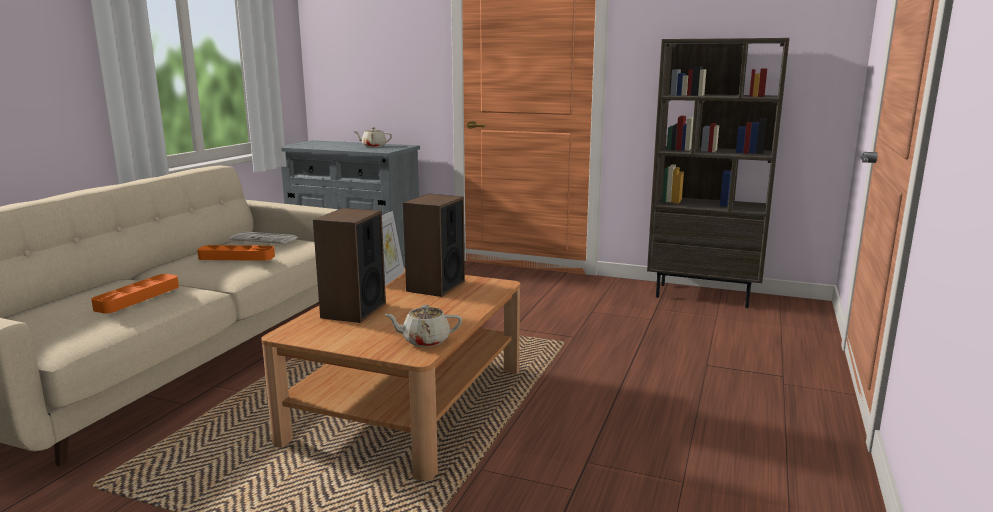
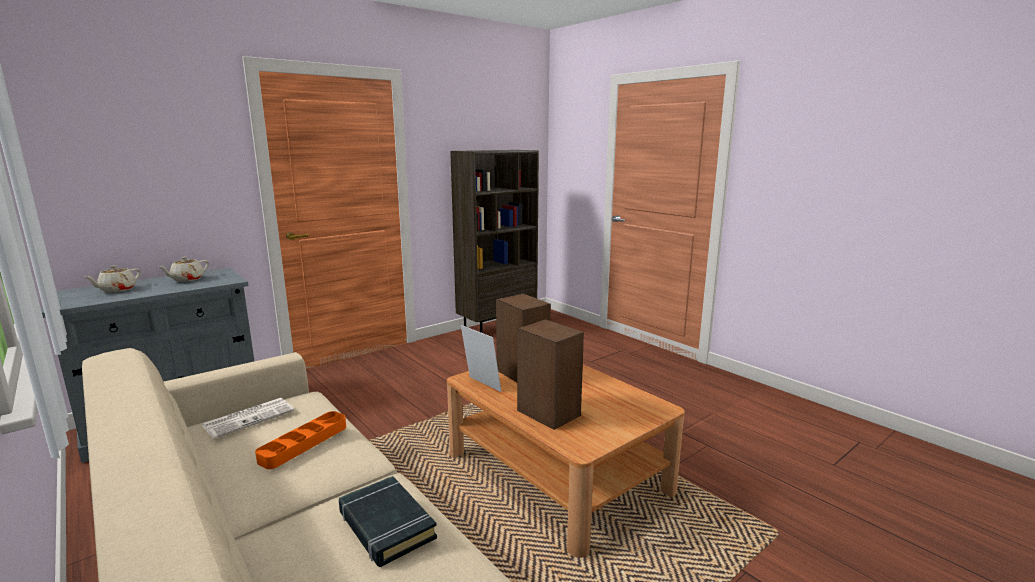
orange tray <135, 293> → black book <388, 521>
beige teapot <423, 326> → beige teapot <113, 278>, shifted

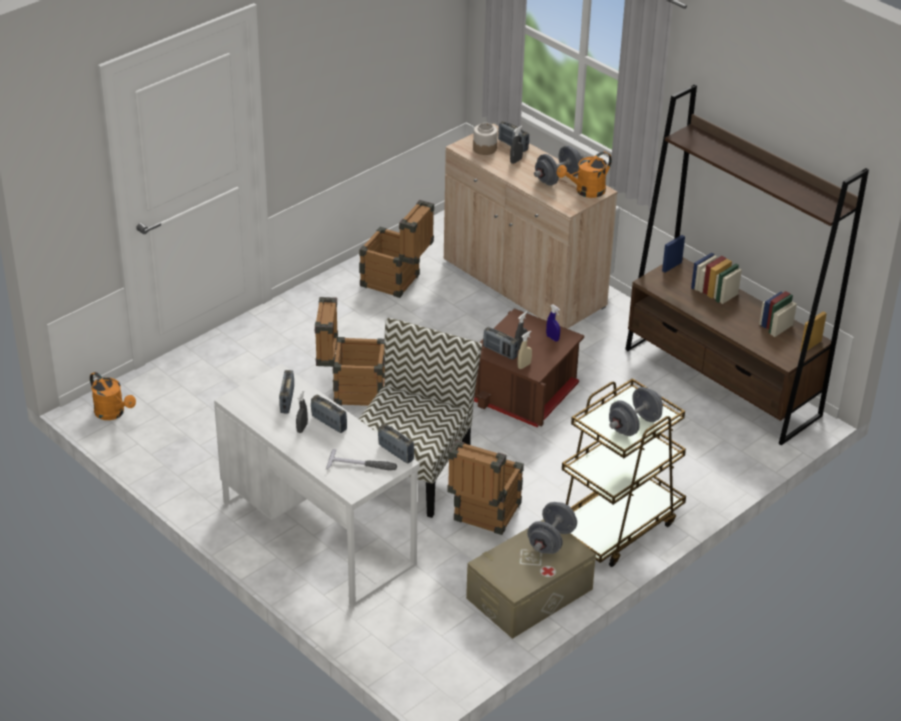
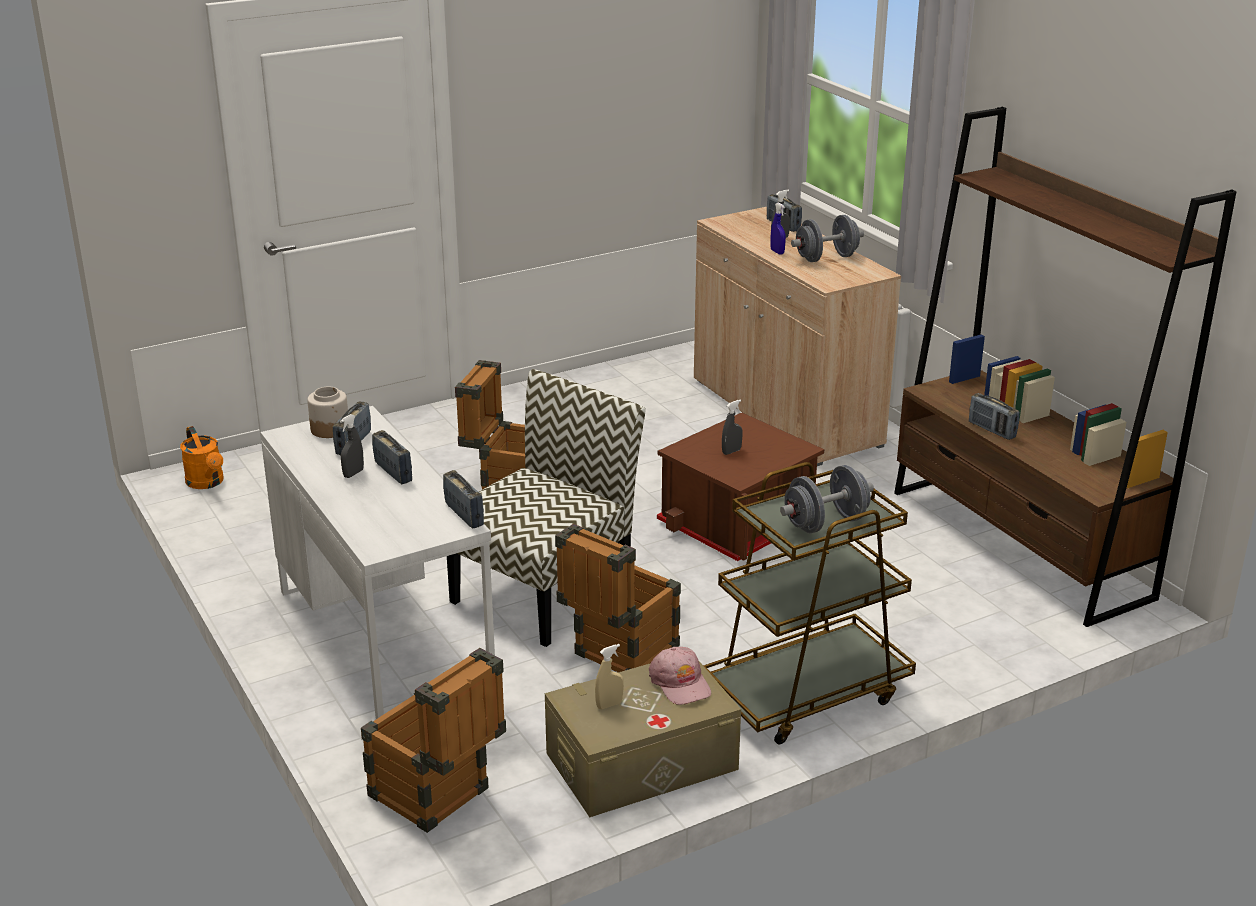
jar <485, 139> → jar <327, 412>, shifted
orange watering can <584, 174> → -
crate <396, 249> → crate <433, 740>, shifted
blue spray bottle <553, 323> → blue spray bottle <778, 228>, shifted
radio <500, 343> → radio <994, 416>, shifted
beige spray bottle <525, 350> → beige spray bottle <609, 676>, shifted
hammer <361, 459> → -
grey dumbbell <552, 528> → pink cap <680, 676>

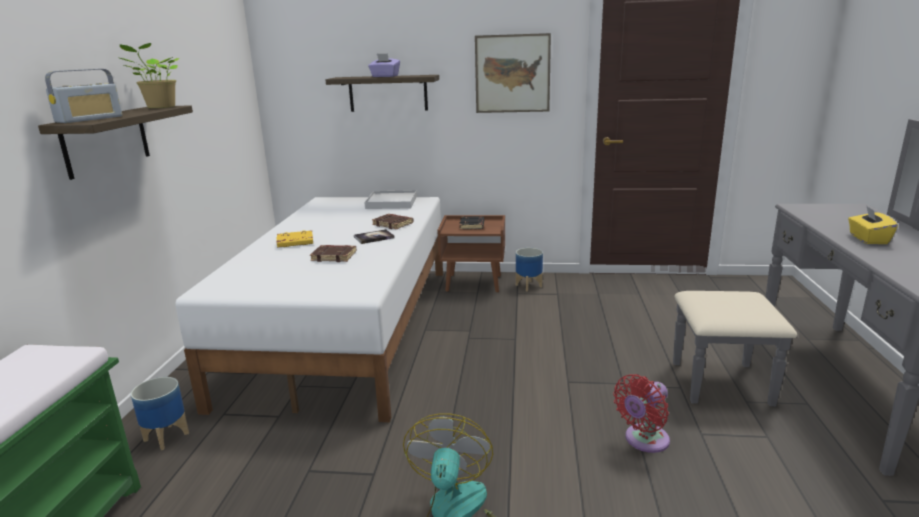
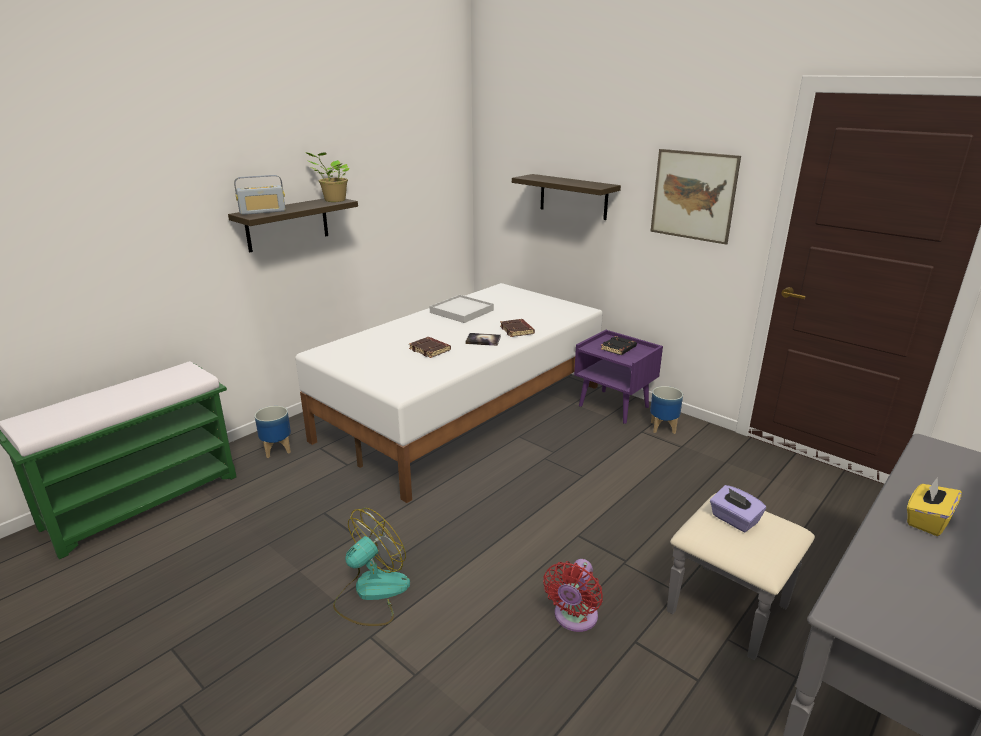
purple tissue box <384, 65> → purple tissue box <738, 508>, shifted
white tray <390, 199> → white tray <461, 309>, shifted
brown nightstand <471, 253> → purple nightstand <618, 377>
yellow book <295, 239> → -
red fan <641, 413> → red fan <573, 595>, 60 degrees counterclockwise

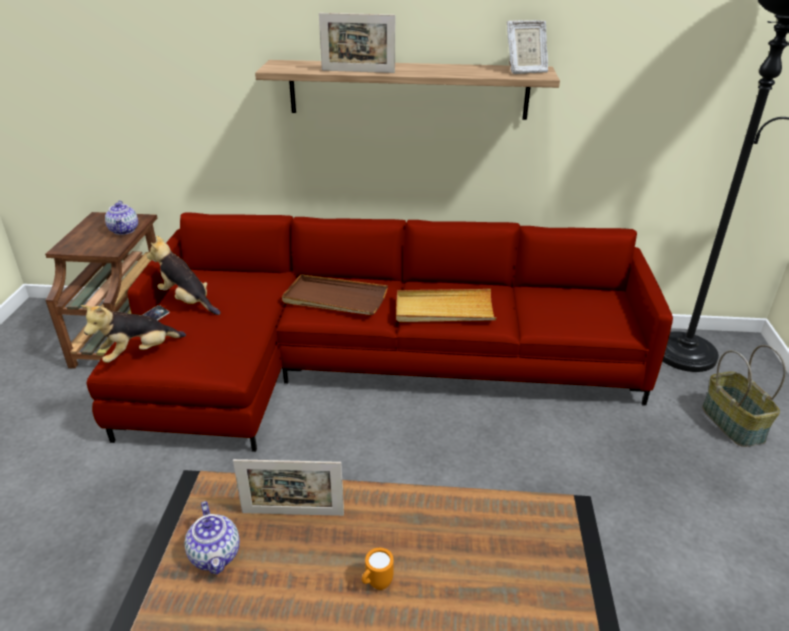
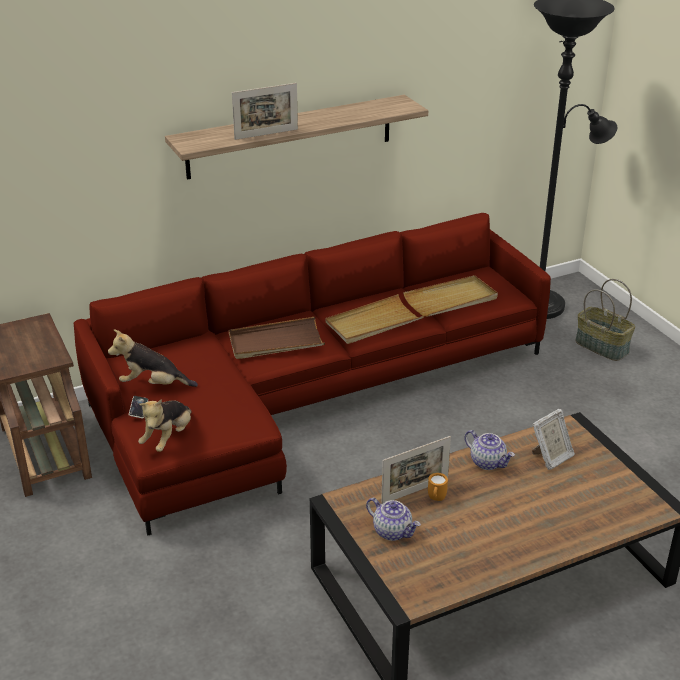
picture frame <527, 47> → picture frame <553, 439>, shifted
teapot <121, 218> → teapot <489, 450>, shifted
orange mug <378, 569> → orange mug <438, 487>, shifted
- → beige tray <450, 296>

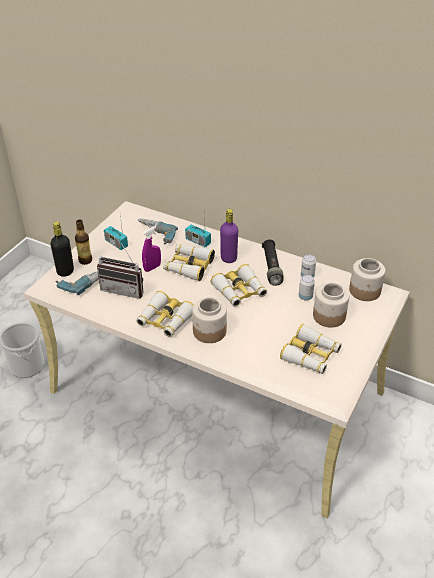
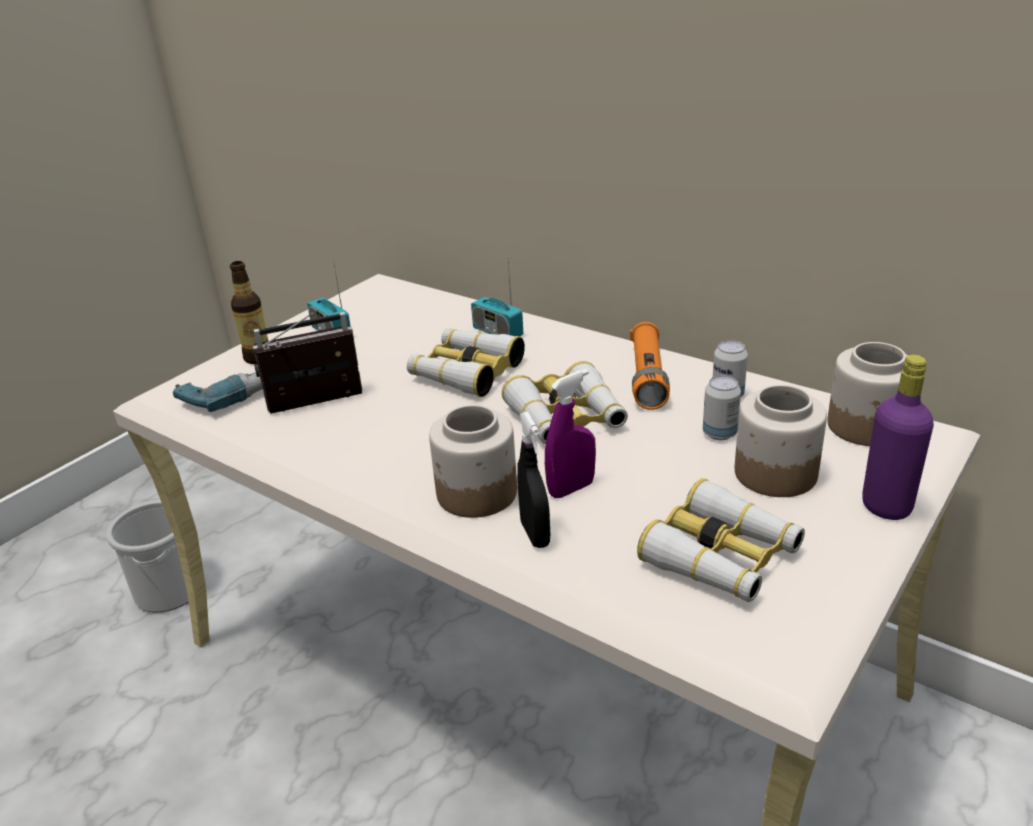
purple bottle <229, 236> → purple bottle <898, 437>, shifted
power drill <158, 231> → -
black bottle <62, 249> → -
purple spray bottle <151, 249> → purple spray bottle <570, 433>, shifted
black flashlight <273, 262> → orange flashlight <650, 366>
radio <120, 270> → radio <307, 363>, 135 degrees clockwise
binoculars <165, 314> → -
- → black spray bottle <533, 480>

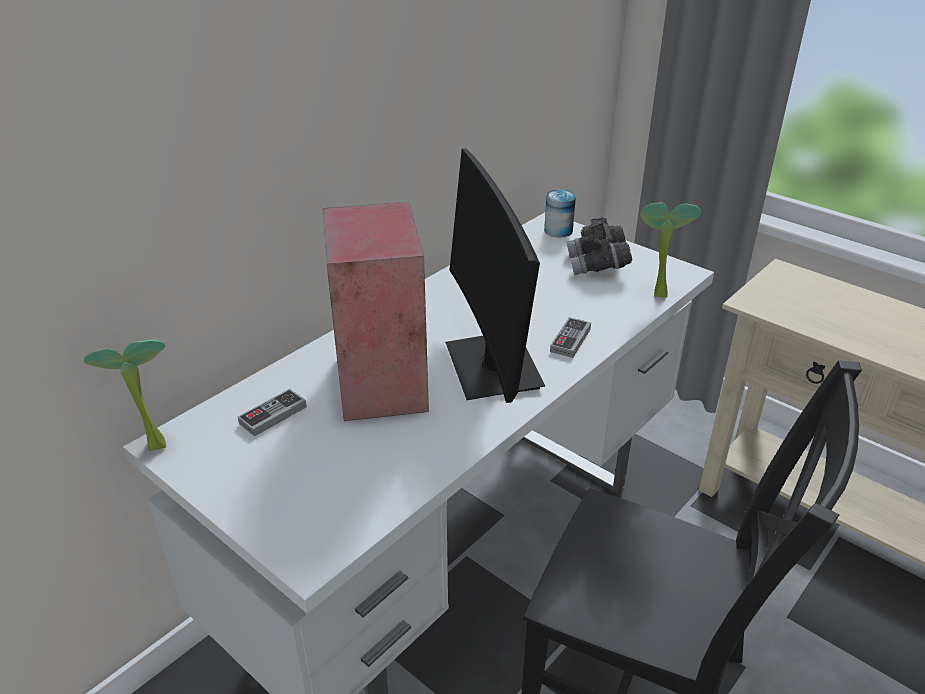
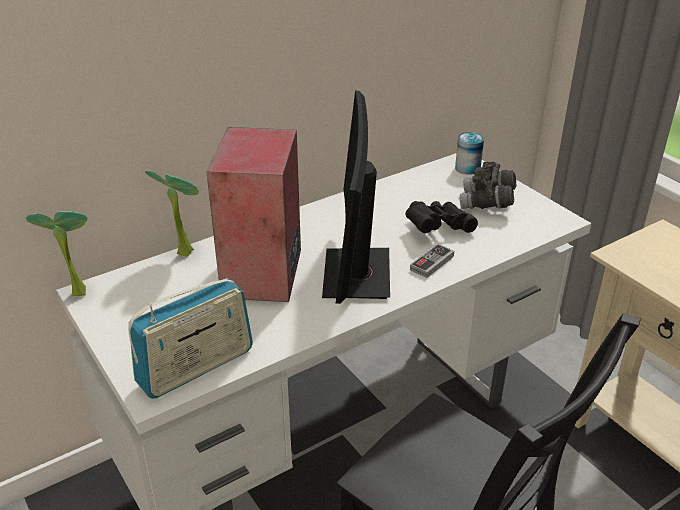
potted plant <670, 250> → potted plant <172, 213>, shifted
game controller <272, 412> → -
- → black binoculars <441, 217>
- → radio <191, 338>

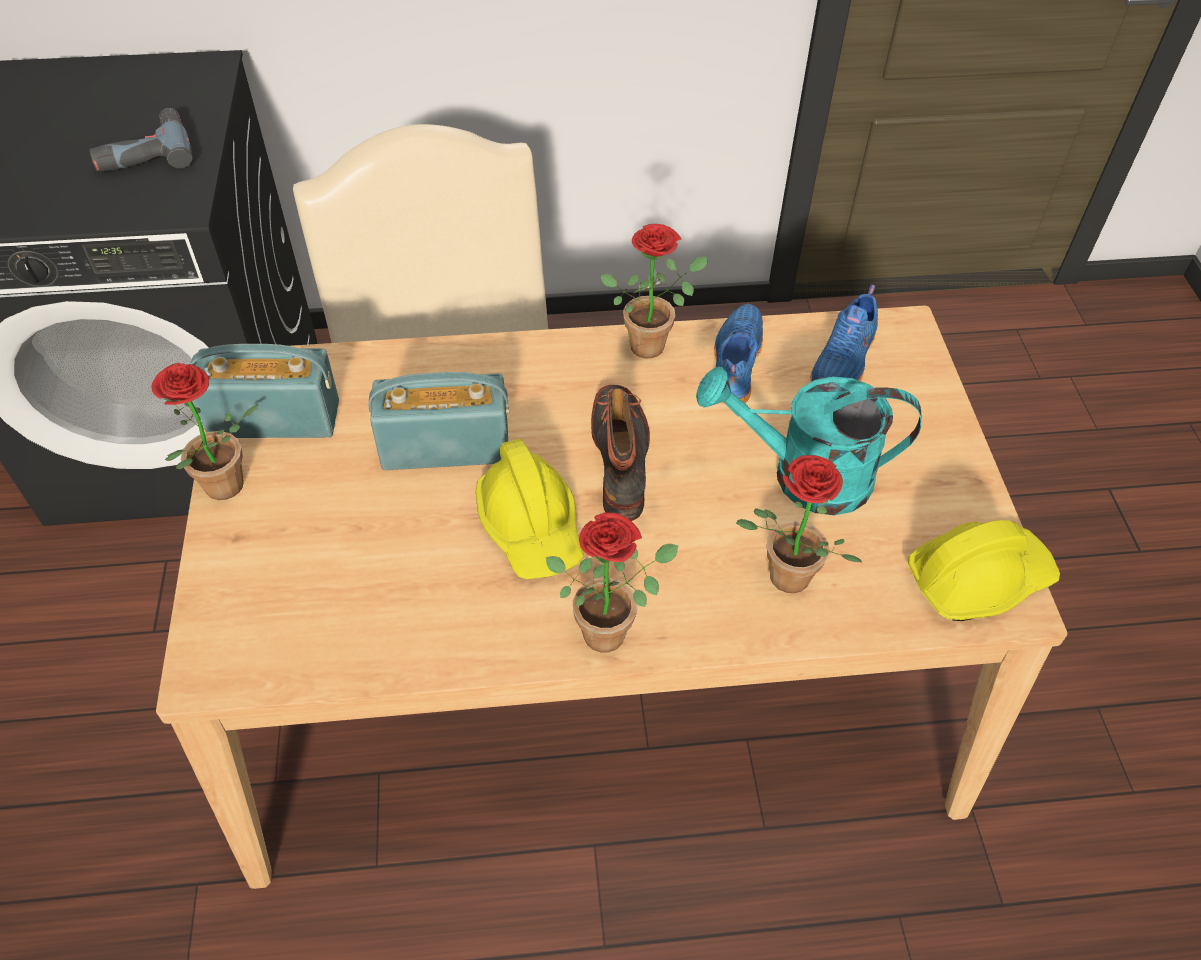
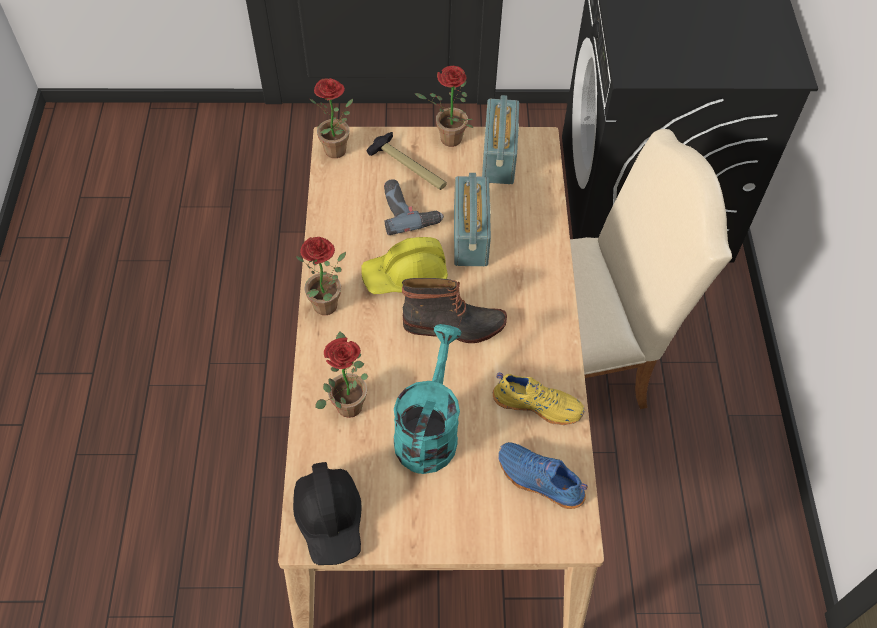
power drill <141, 140> → power drill <414, 207>, shifted
potted plant <654, 291> → potted plant <331, 118>, shifted
blue shoe <738, 354> → yellow shoe <539, 399>
yellow hard hat <984, 570> → black hard hat <327, 513>
- → hammer <407, 161>

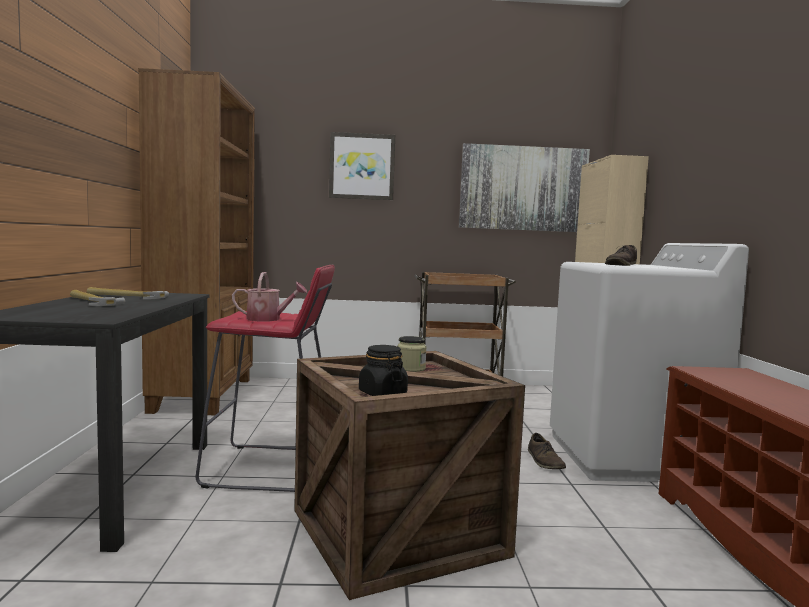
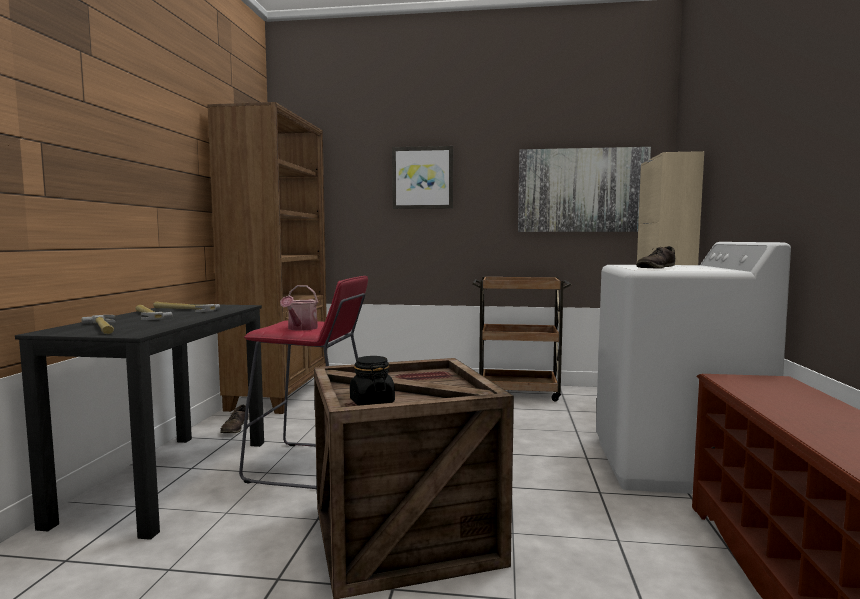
watering can <269, 296> → watering can <299, 308>, 90 degrees clockwise
jar <412, 354> → -
brown shoe <547, 451> → brown shoe <234, 419>, shifted
- → hammer <98, 324>

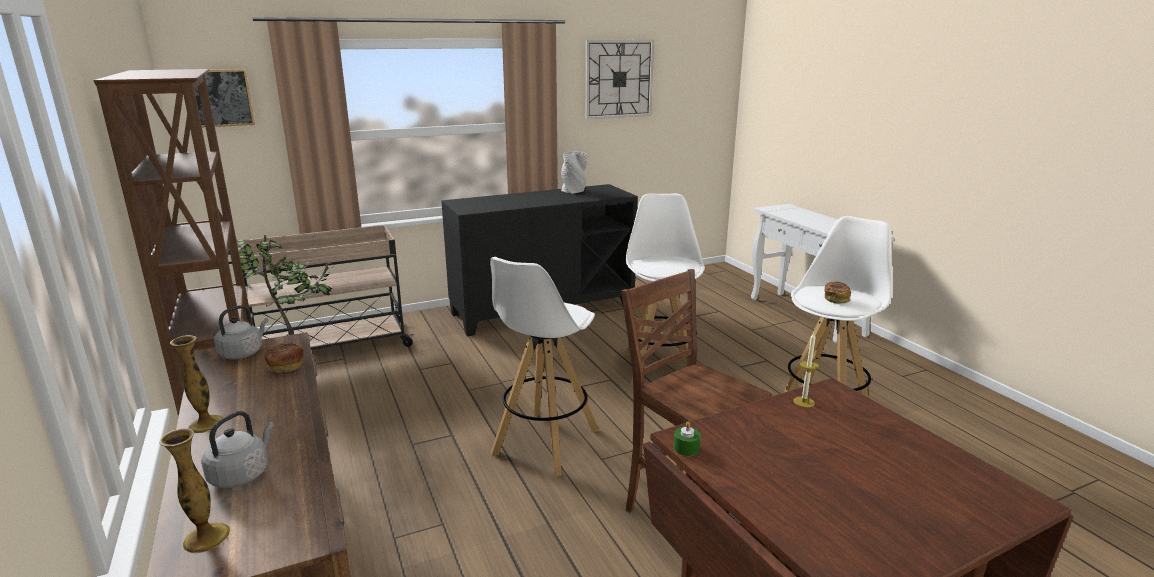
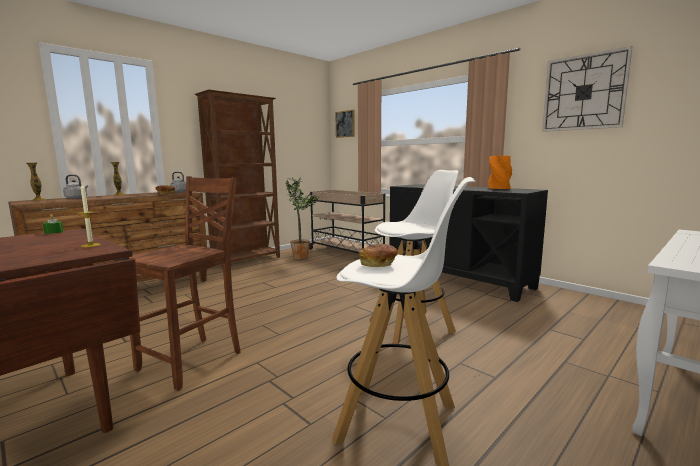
grey vase <574, 172> → orange vase <500, 172>
white stool <544, 367> → -

